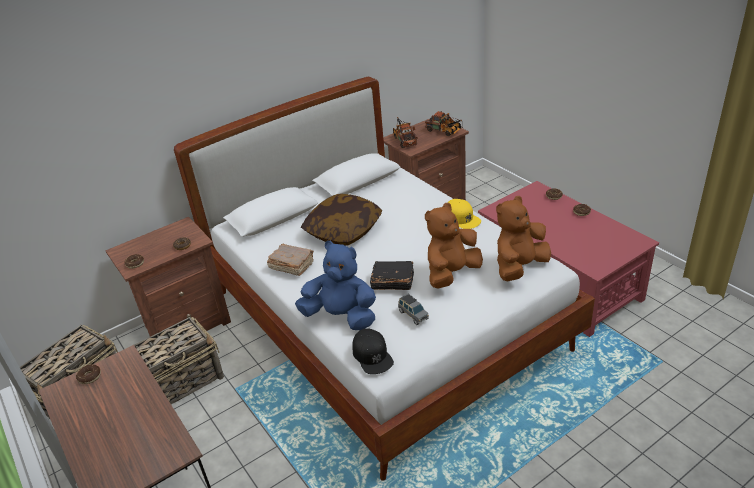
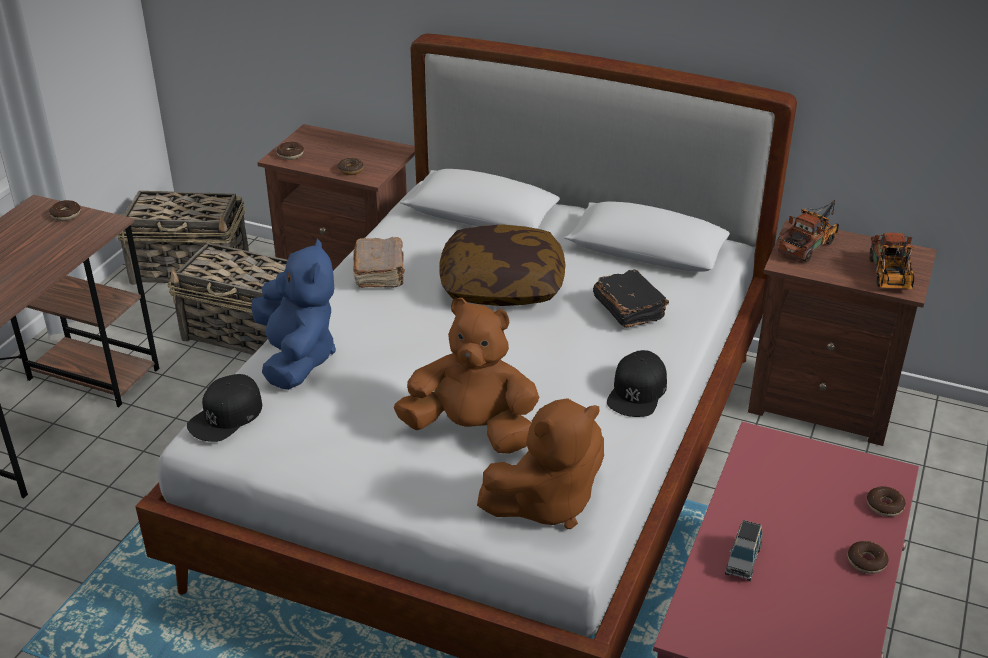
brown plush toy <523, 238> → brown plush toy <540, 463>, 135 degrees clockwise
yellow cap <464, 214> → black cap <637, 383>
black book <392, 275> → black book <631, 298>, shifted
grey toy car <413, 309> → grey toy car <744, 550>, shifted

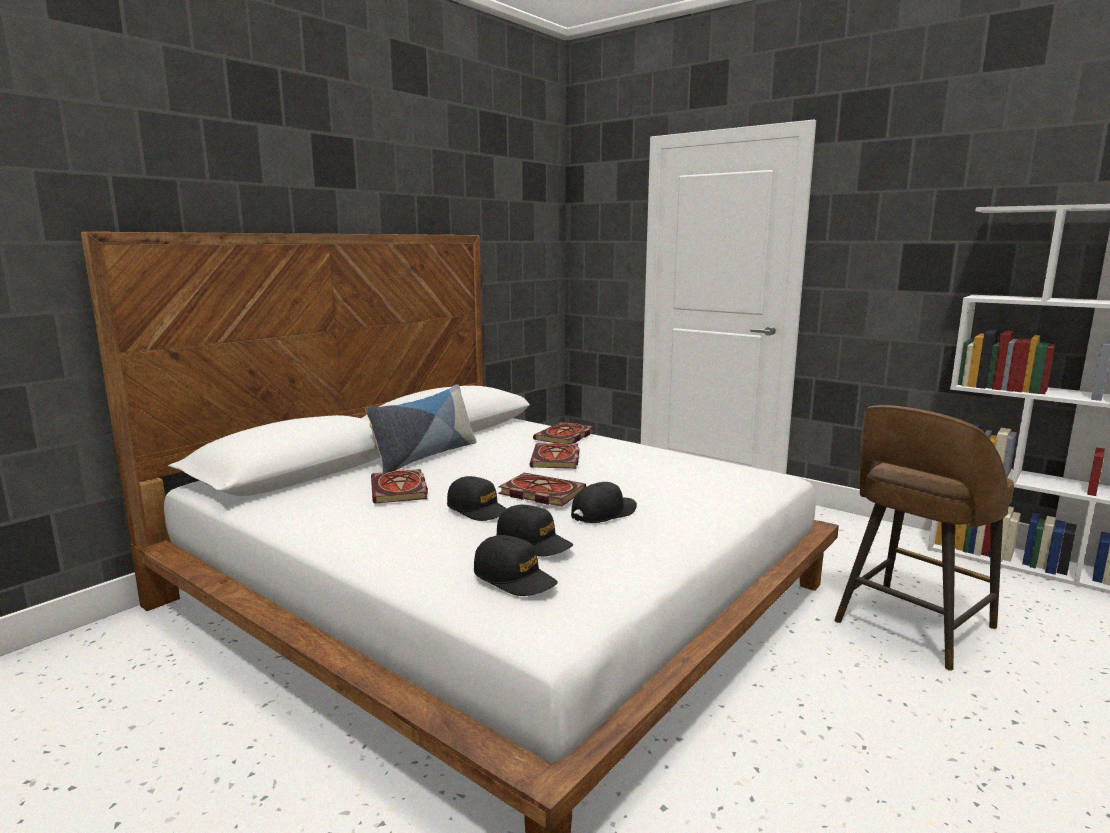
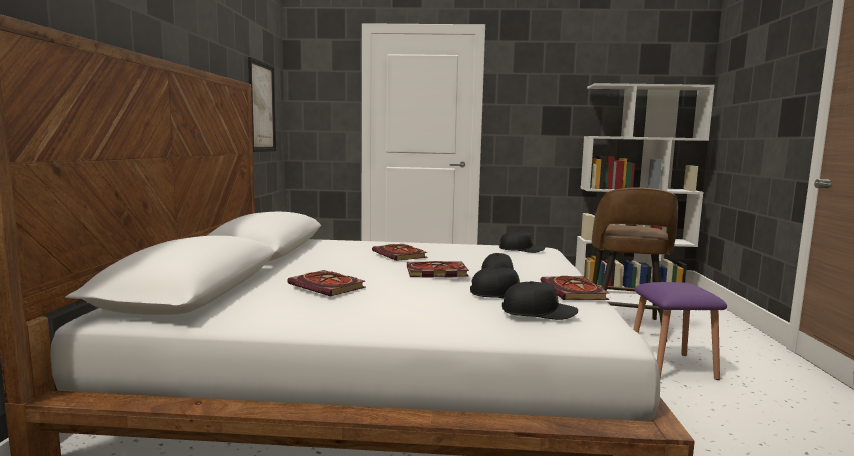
pillow <421, 428> → -
book <563, 433> → book <575, 288>, shifted
black cap <477, 498> → black cap <522, 242>, shifted
- → picture <262, 104>
- → purple stool <680, 331>

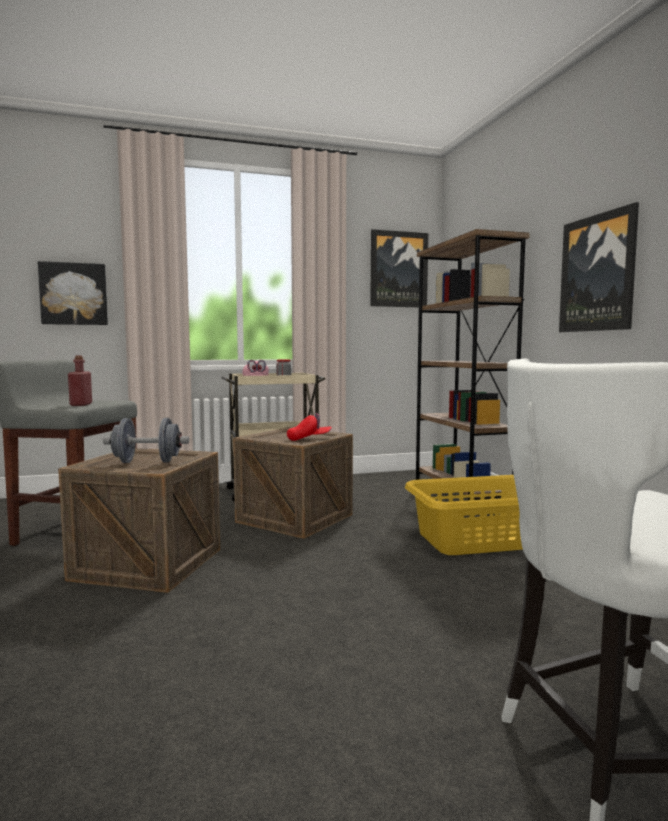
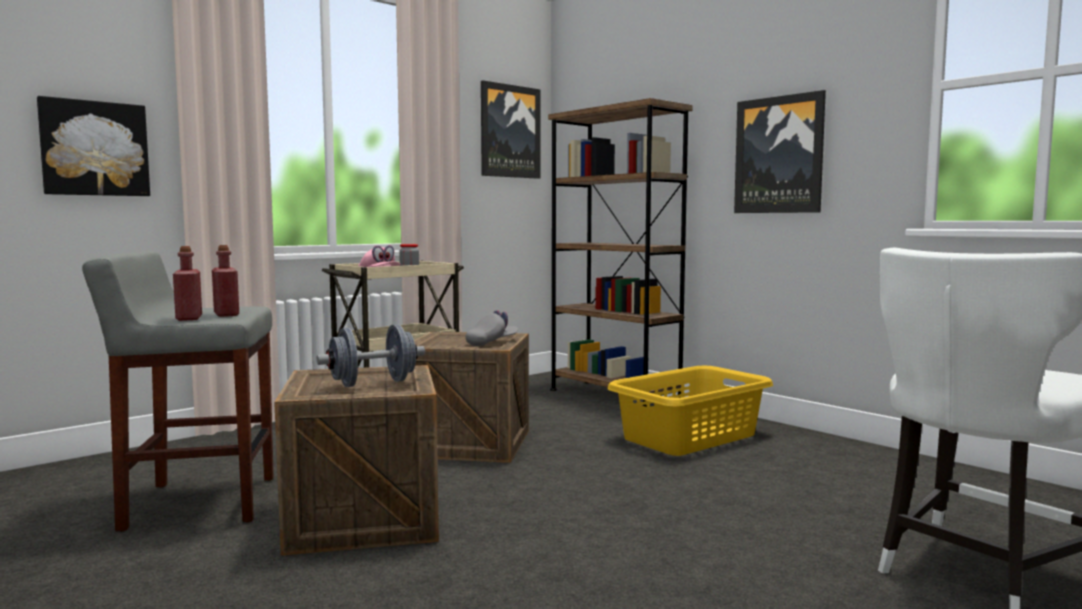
red cap <309, 427> → grey cap <492, 328>
- → red bottle <187, 283>

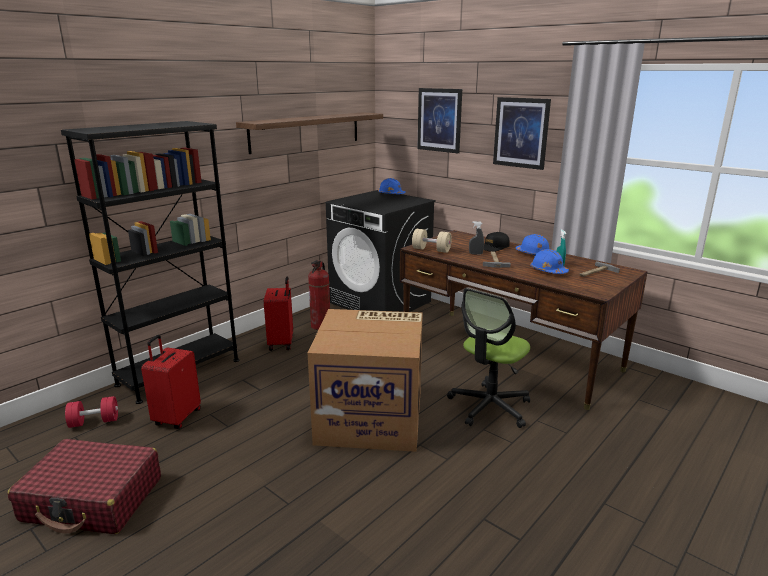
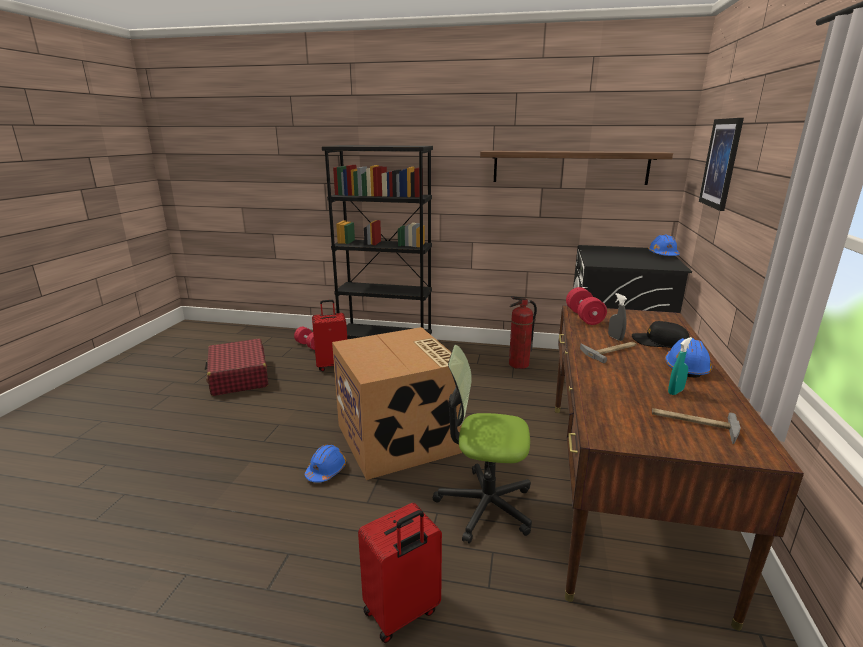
picture <522, 133> → -
beige dumbbell <432, 241> → red dumbbell <586, 306>
blue hard hat <549, 261> → blue hard hat <325, 463>, shifted
red suitcase <278, 313> → red suitcase <400, 573>, shifted

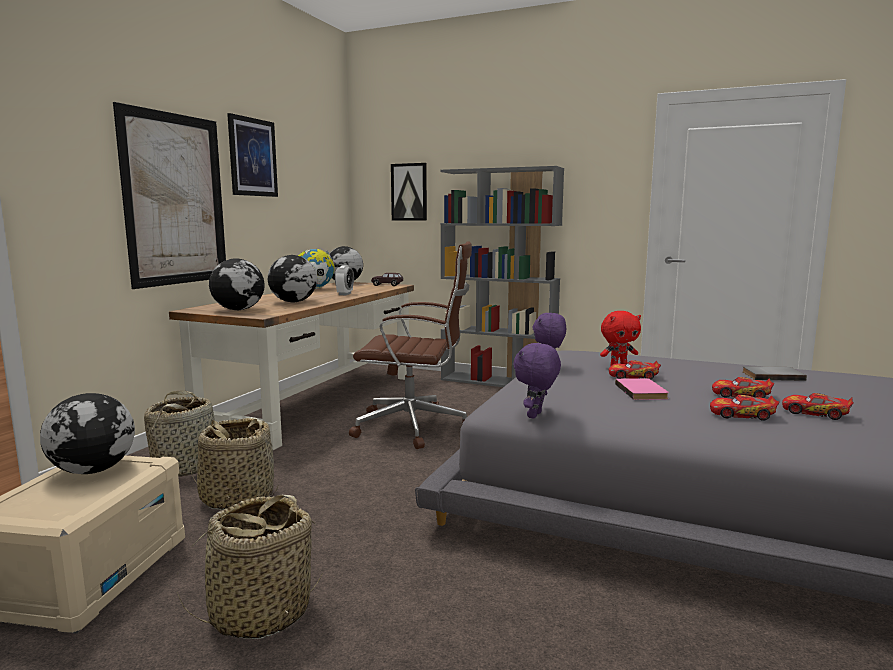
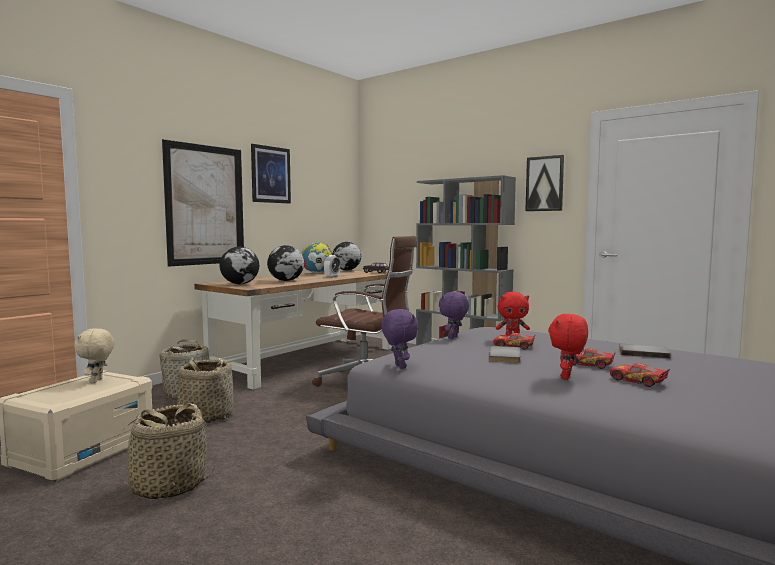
picture <409, 191> → picture <544, 183>, shifted
purple plush toy <537, 381> → purple plush toy <400, 339>, 120 degrees clockwise
pink book <642, 389> → grey book <505, 354>
globe <87, 433> → beige plush toy <94, 355>
toy car <744, 408> → red plush toy <568, 347>

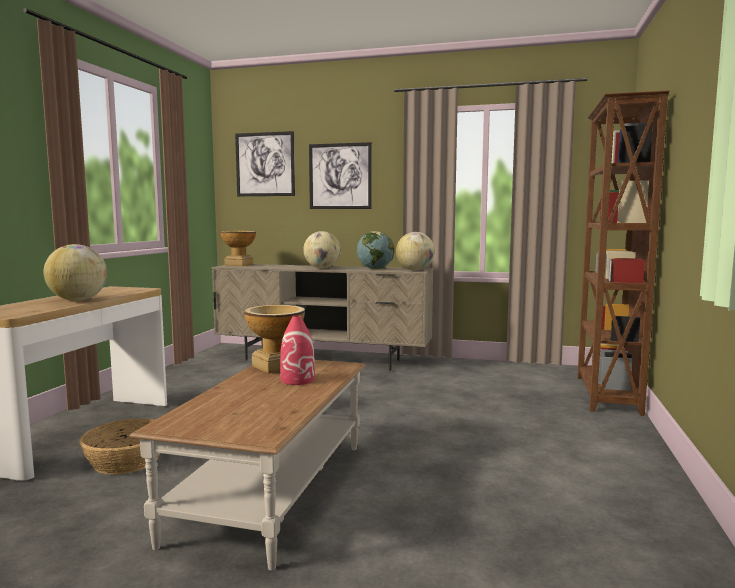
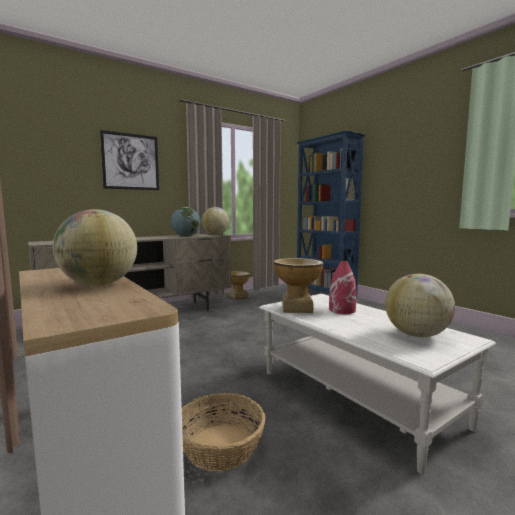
brown bookcase <623, 253> → blue bookcase <331, 214>
picture <265, 163> → -
vase <238, 248> → vase <239, 285>, shifted
globe <322, 249> → globe <420, 305>, shifted
brown coffee table <247, 465> → white coffee table <377, 384>

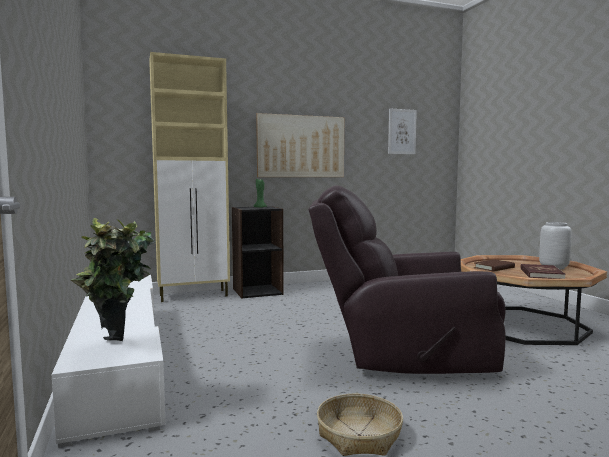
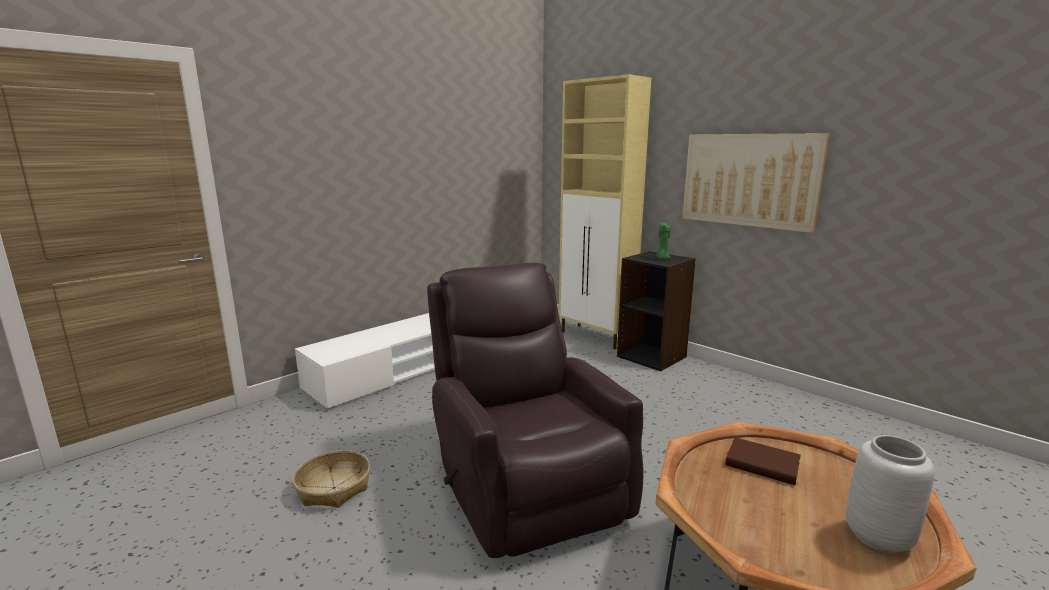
picture <402, 131> → -
potted plant <113, 279> → -
red book <542, 271> → -

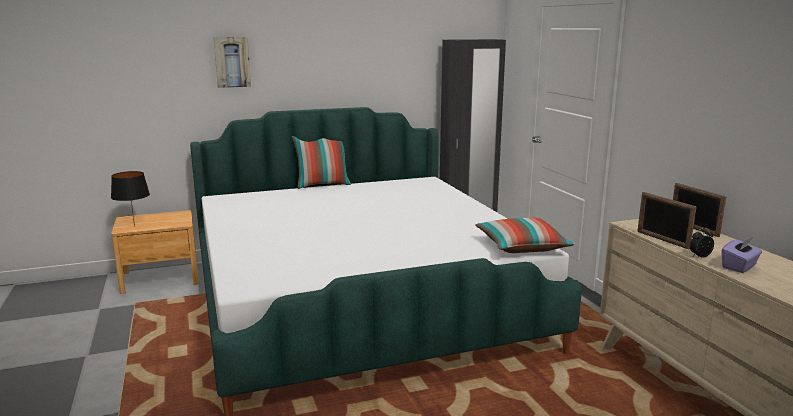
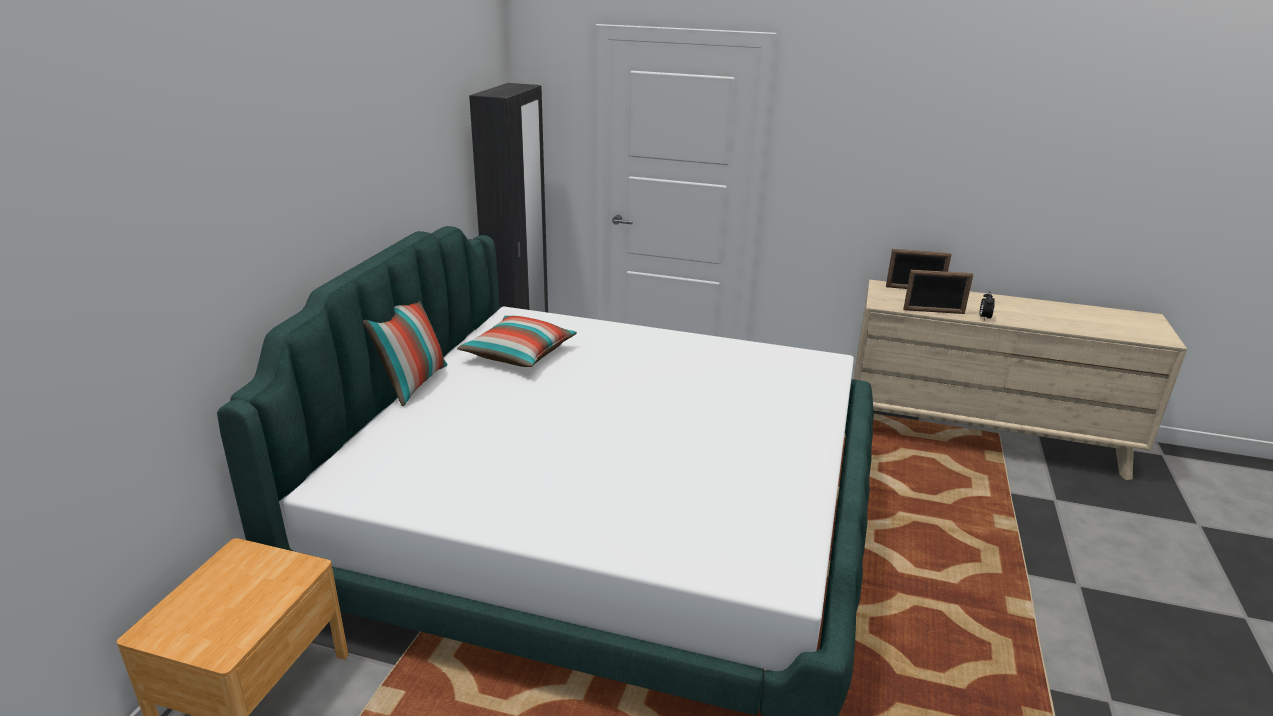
picture <232, 62> → -
black table lamp <130, 199> → -
pillow <525, 235> → pillow <517, 341>, shifted
purple tissue box <741, 255> → -

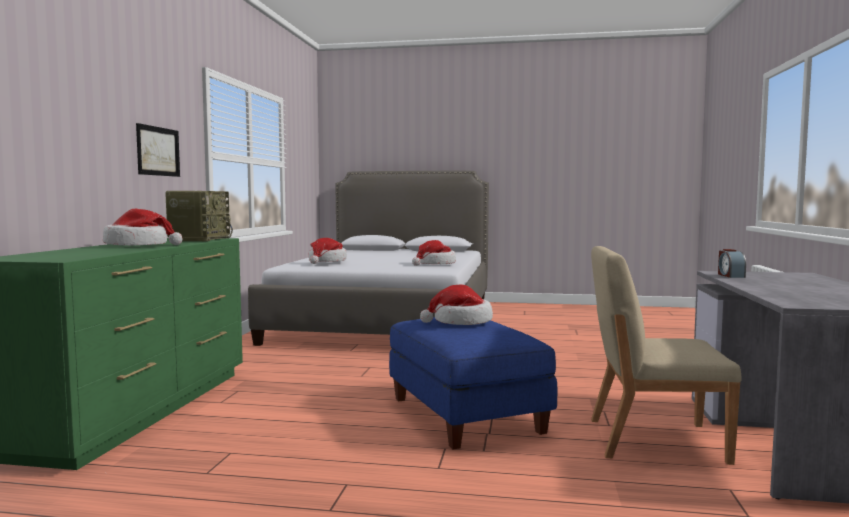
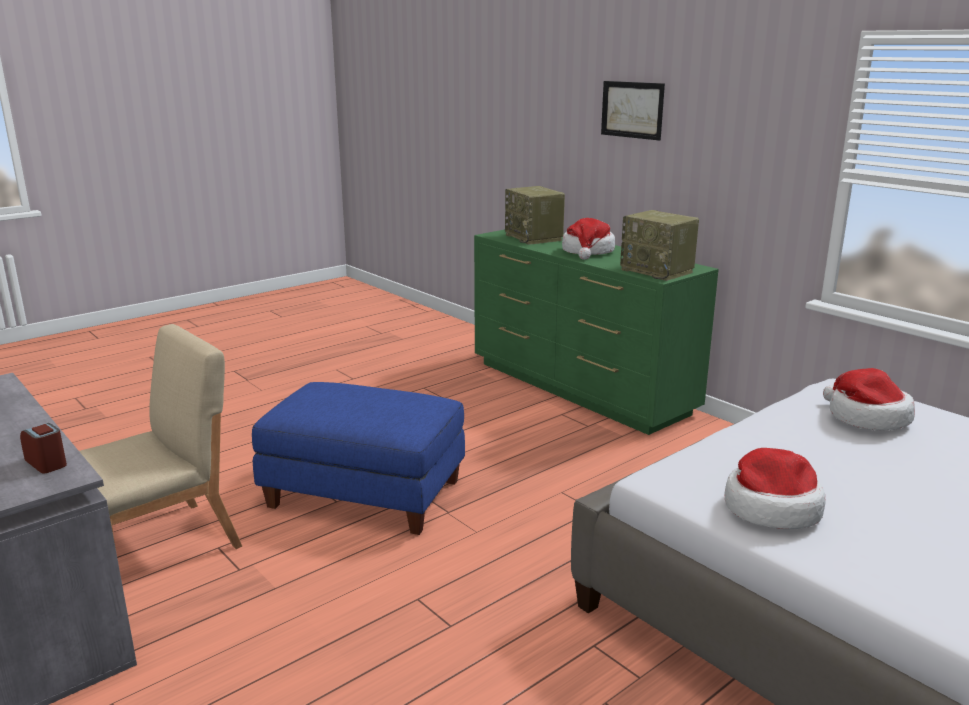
picture <158, 150> → picture <633, 111>, shifted
hat <456, 305> → -
- → radio <535, 215>

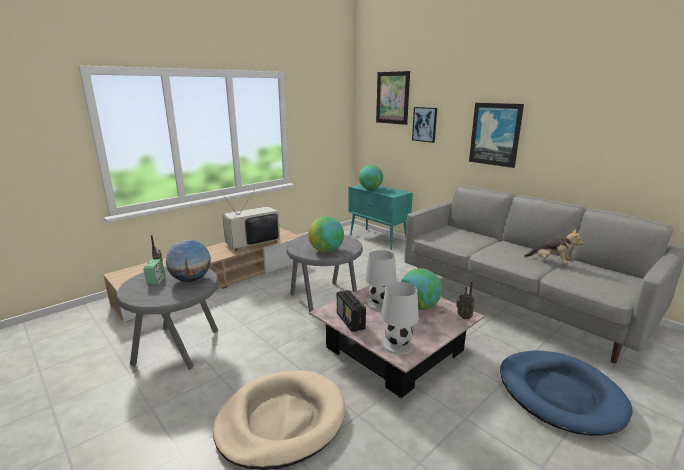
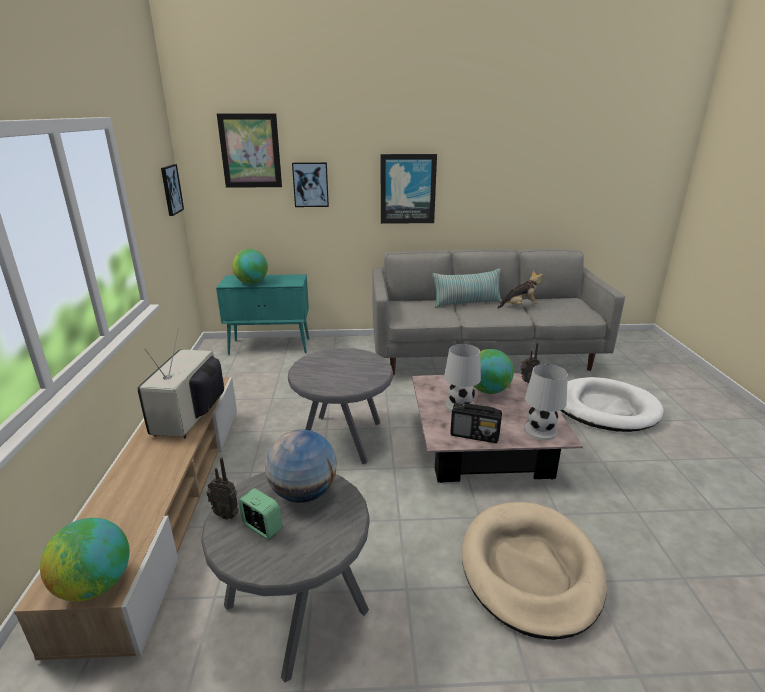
globe <326, 234> → globe <85, 560>, shifted
blue dog bed <566, 393> → white dog bed <612, 404>
- → picture <172, 190>
- → pillow <467, 288>

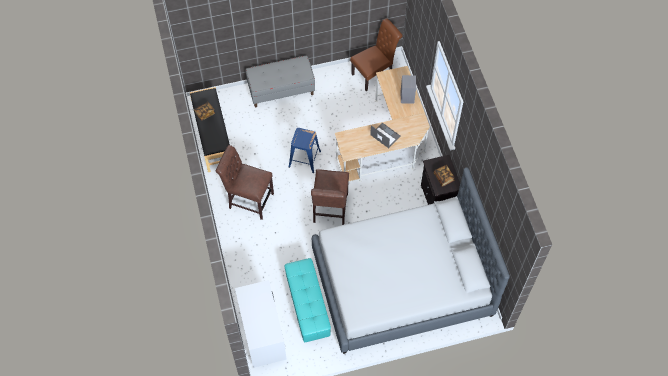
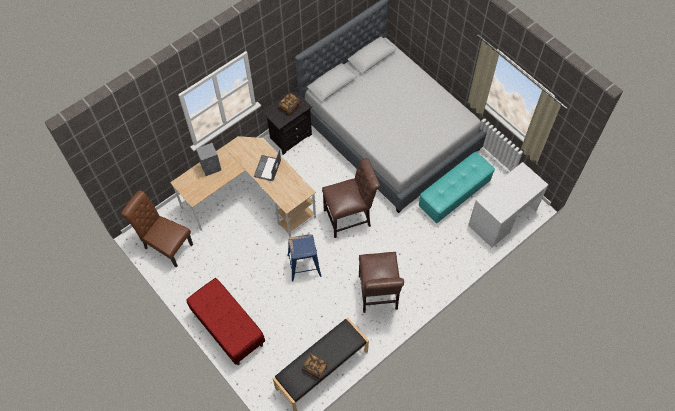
grey bench <280, 81> → red bench <225, 321>

